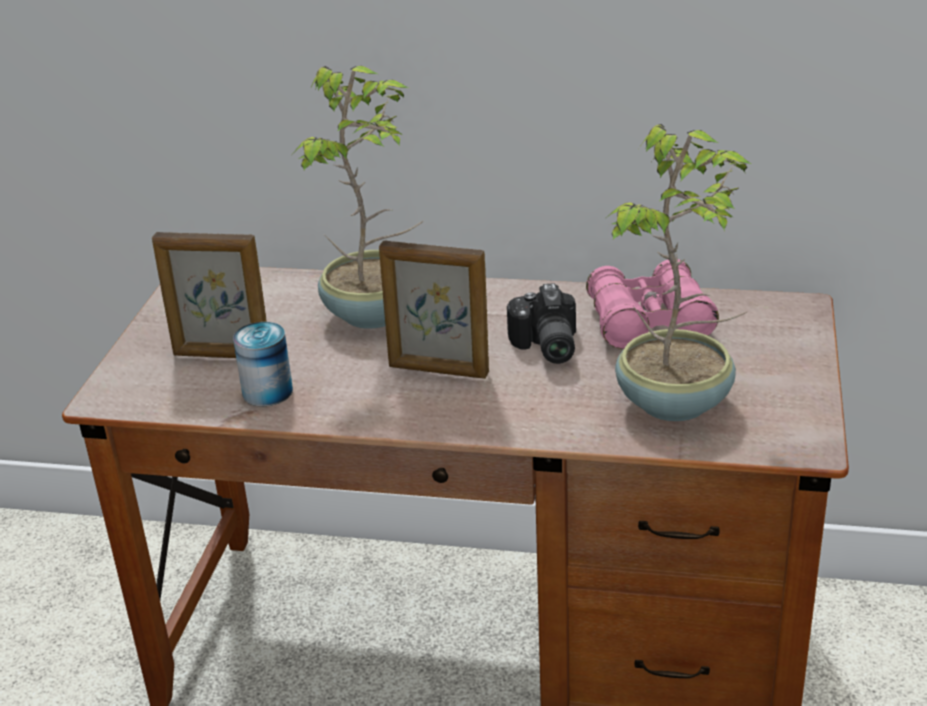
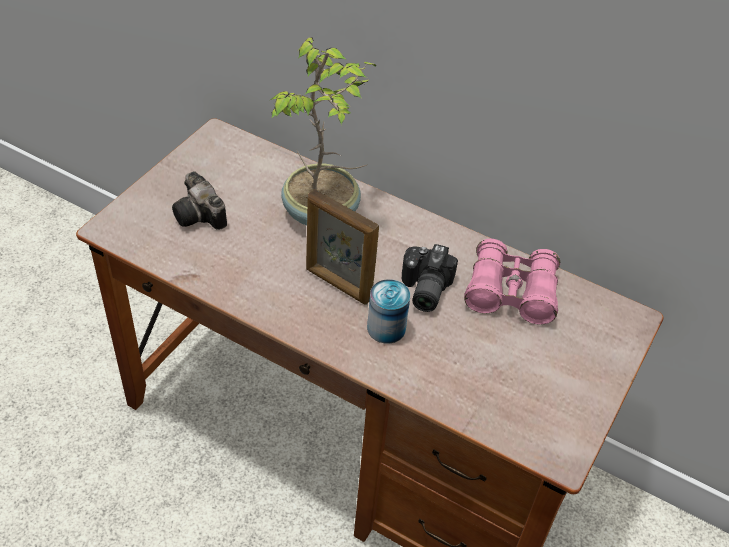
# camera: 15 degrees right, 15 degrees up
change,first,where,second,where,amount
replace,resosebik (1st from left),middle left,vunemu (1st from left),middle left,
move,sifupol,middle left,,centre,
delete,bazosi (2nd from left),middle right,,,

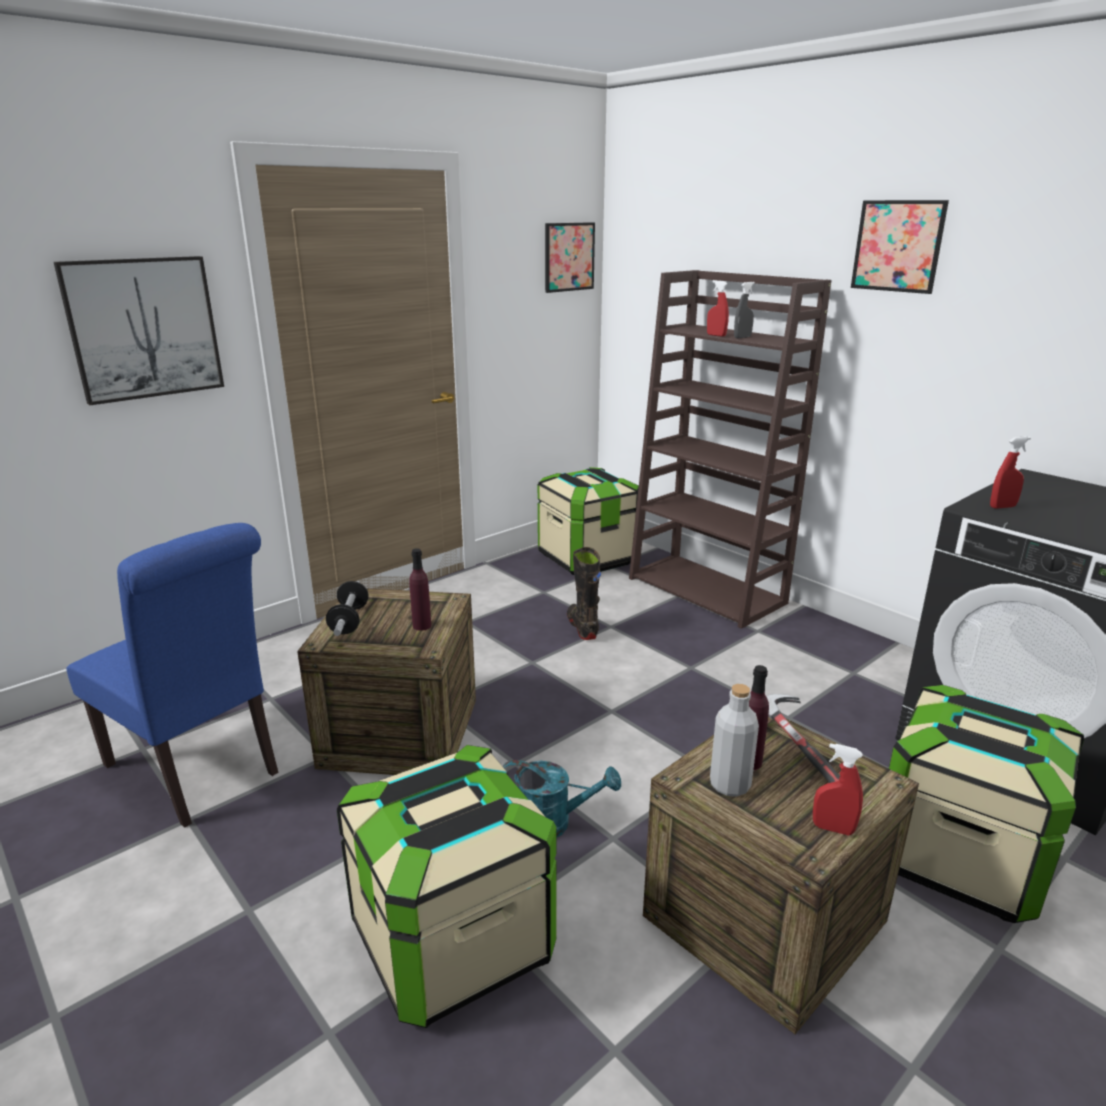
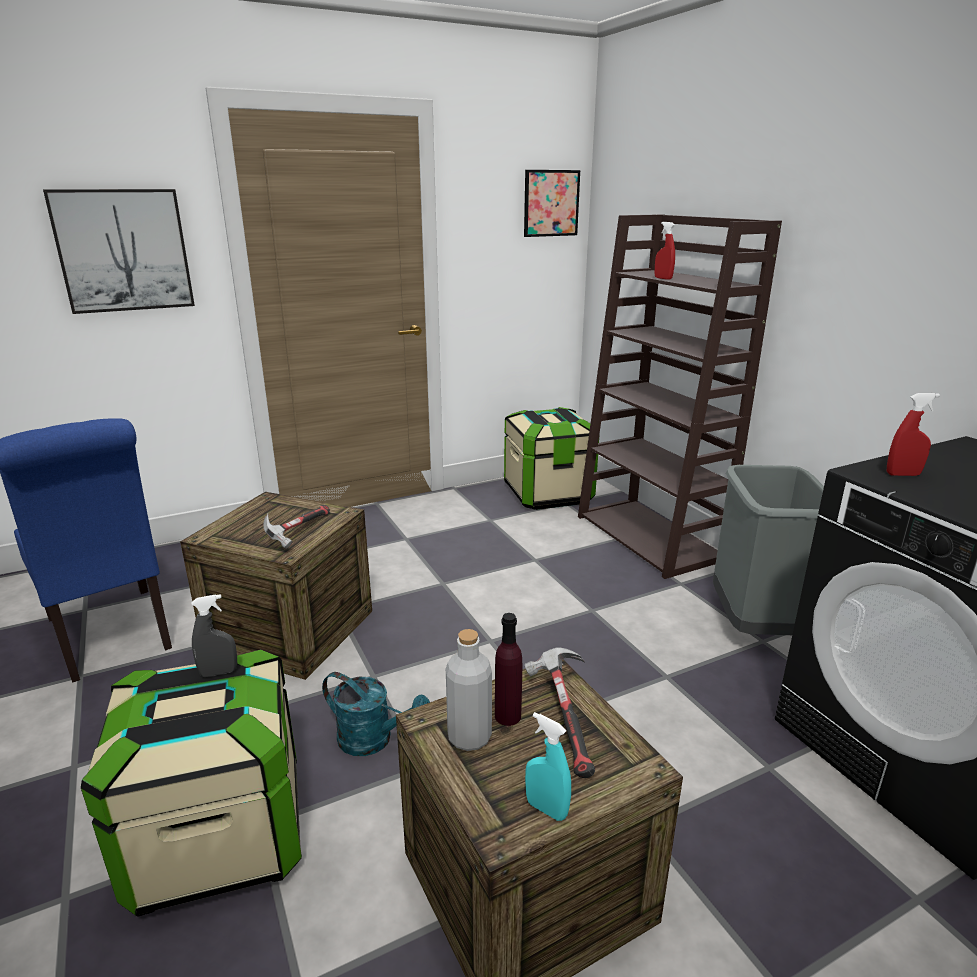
# camera: 15 degrees right, 0 degrees up
change,first,where,second,where,amount
move,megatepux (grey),top right,,middle left,
replace,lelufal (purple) (1st from left),centre,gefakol (1st from left),middle left,
recolor,megatepux (red) (2nd from left),bottom right,megatepux (turquoise),bottom centre,
insert,,,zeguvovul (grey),middle right,
delete,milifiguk,middle left,,,
delete,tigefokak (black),centre,,,
delete,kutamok (3rd from left),top right,,,
delete,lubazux (3rd from left),bottom right,,,

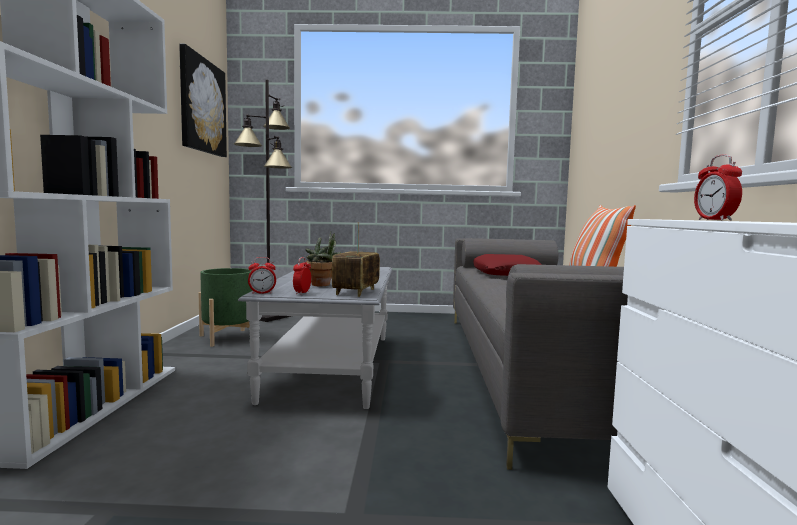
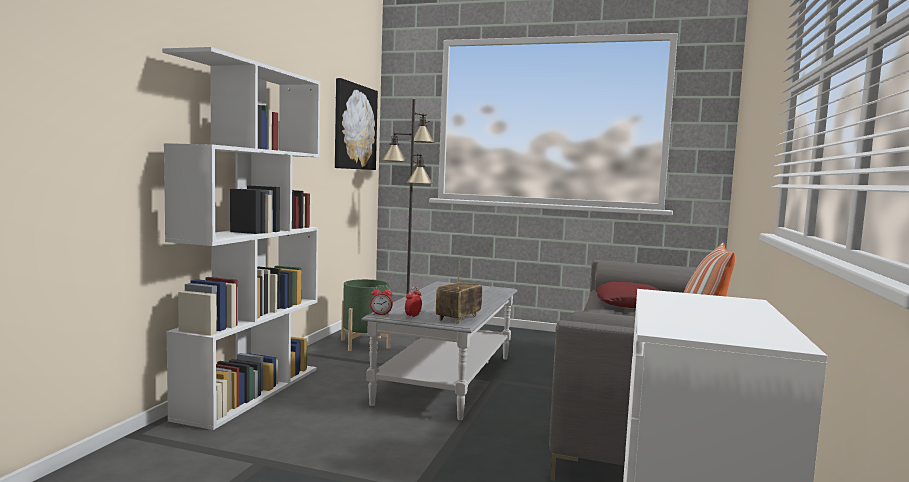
# camera: 15 degrees right, 0 degrees up
change,first,where,second,where,amount
delete,bazosi,centre,,,
delete,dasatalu (3rd from left),middle right,,,

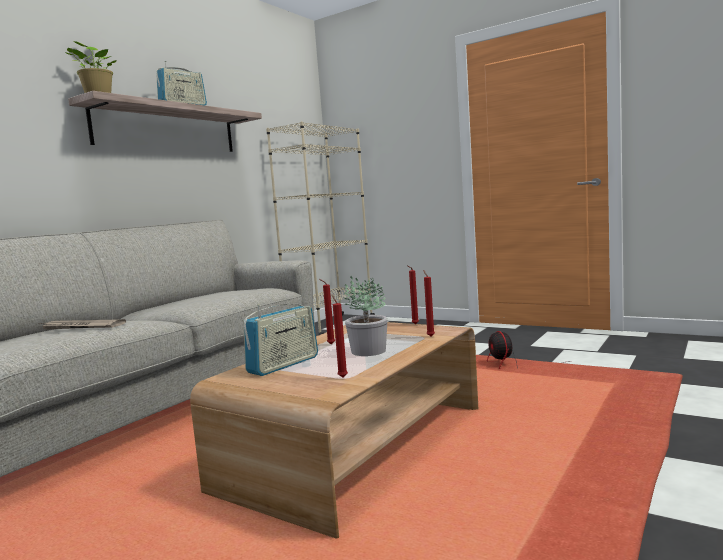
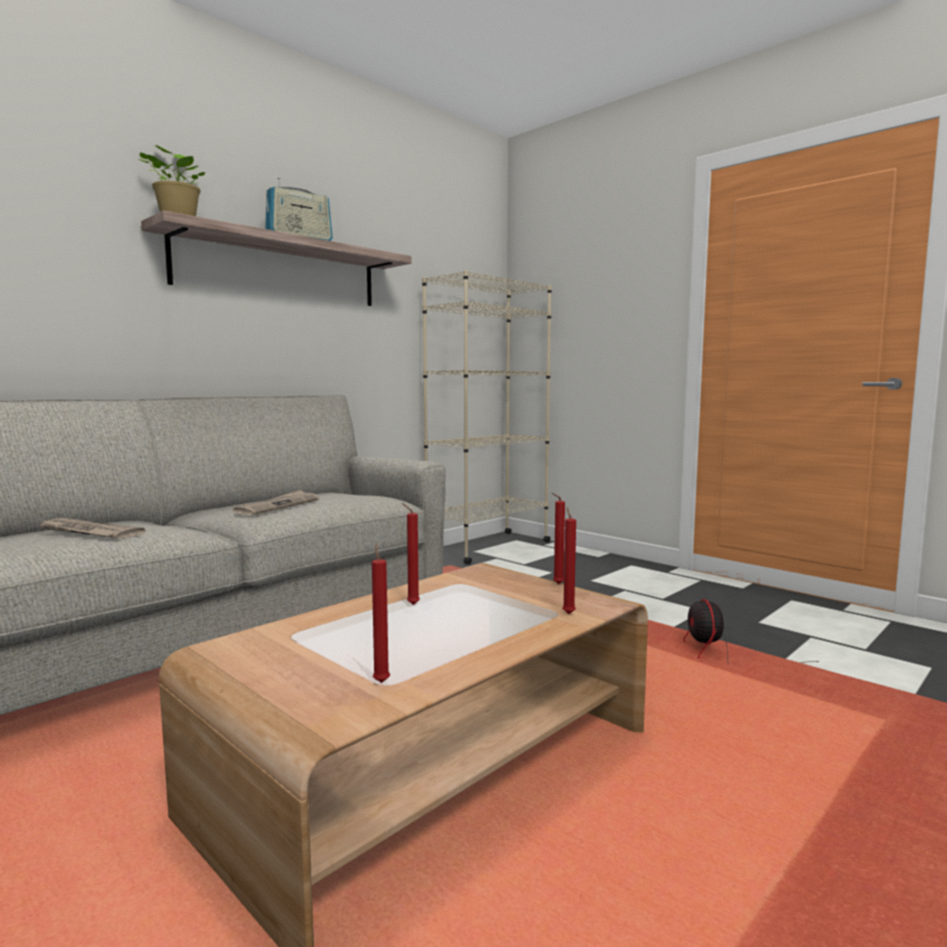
# camera: 10 degrees right, 0 degrees up
change,first,where,second,where,amount
insert,,,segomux (2nd from left),middle left,
delete,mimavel (2nd from left),centre,,,
delete,bazosi (2nd from left),centre,,,

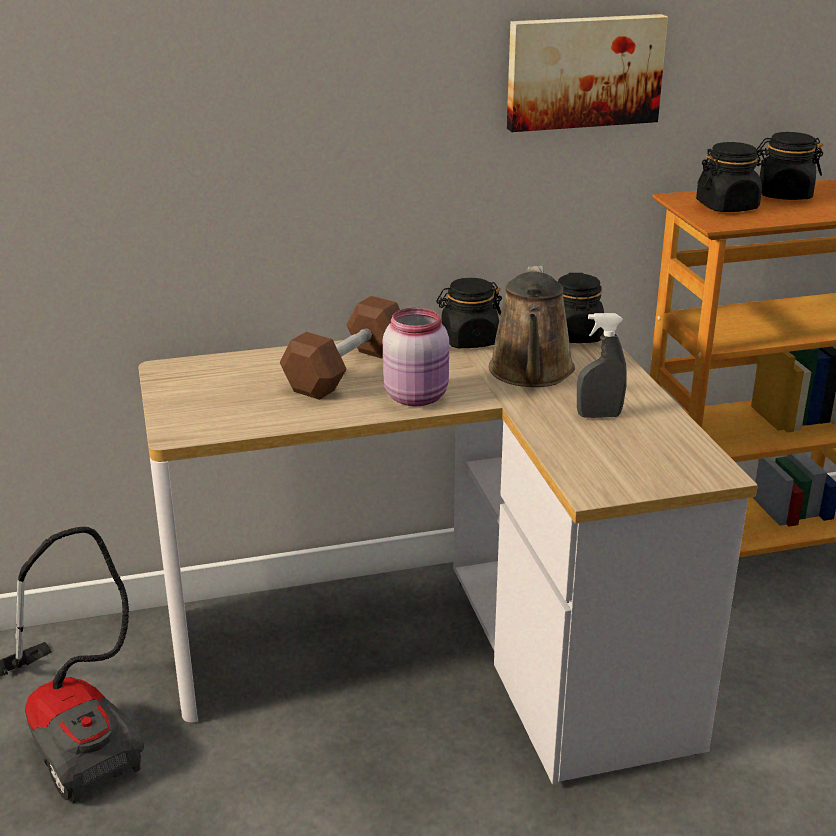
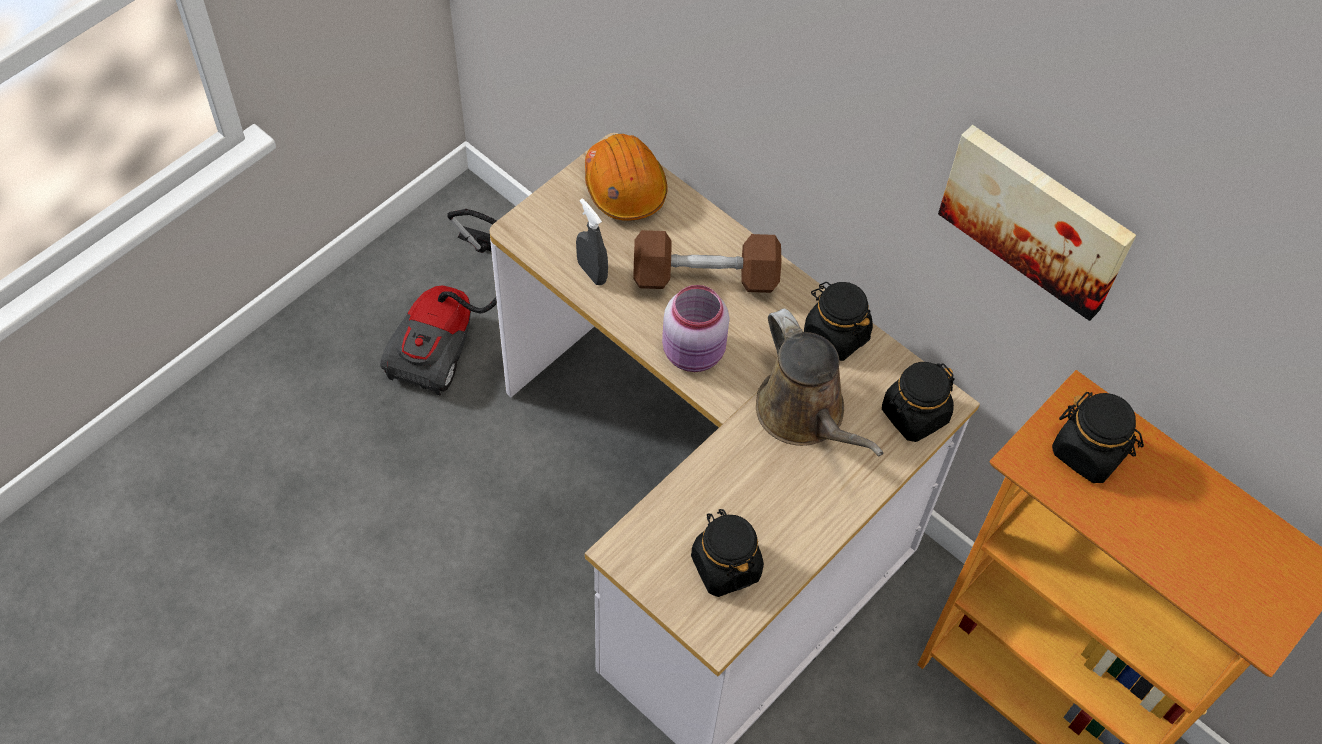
# camera: 55 degrees right, 30 degrees up
change,first,where,second,where,amount
move,megatepux (grey),middle right,,top centre,
insert,,,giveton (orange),top centre,
move,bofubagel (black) (4th from left in the first image),top right,bofubagel (black) (1st from left),bottom centre,
rotate,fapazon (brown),centre,,centre,90 degrees counterclockwise

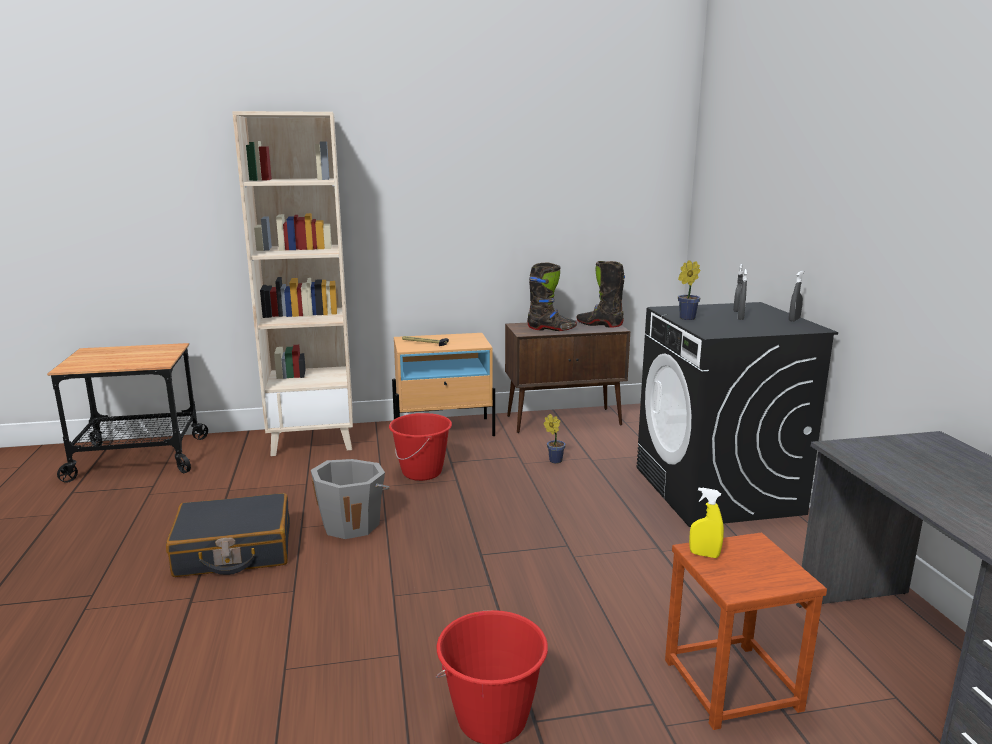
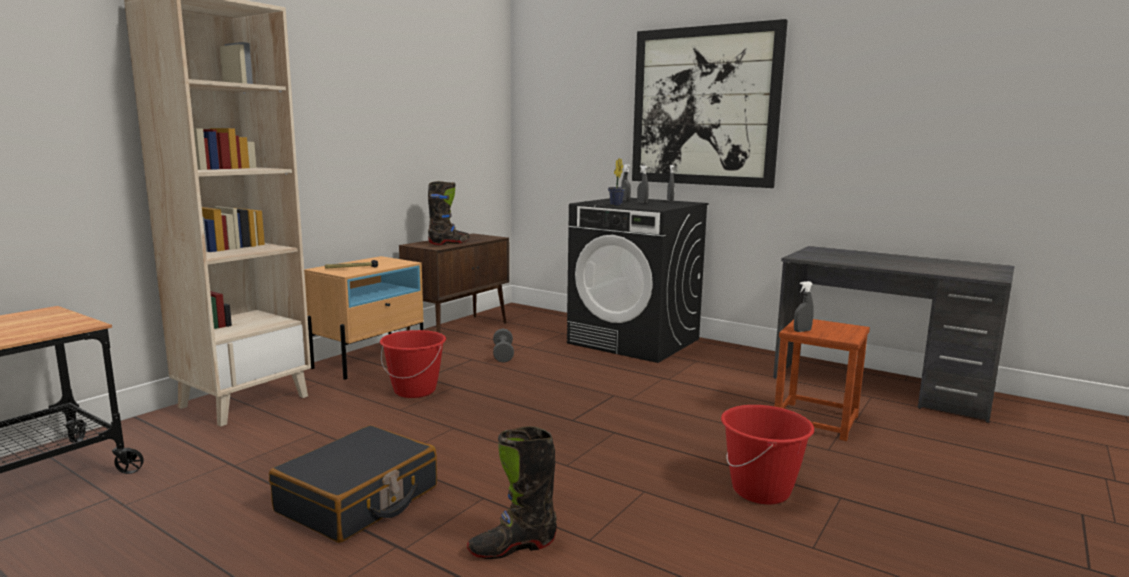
# camera: 45 degrees left, 5 degrees down
change,first,where,second,where,amount
move,tigefokak (black) (2nd from left),centre,,bottom centre,
replace,bazosi (1st from left),centre,milifiguk (grey),centre,
insert,,,kutamok,top centre,
recolor,megatepux (yellow),bottom right,megatepux (grey) (4th from left),middle right,
delete,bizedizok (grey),bottom centre,,,

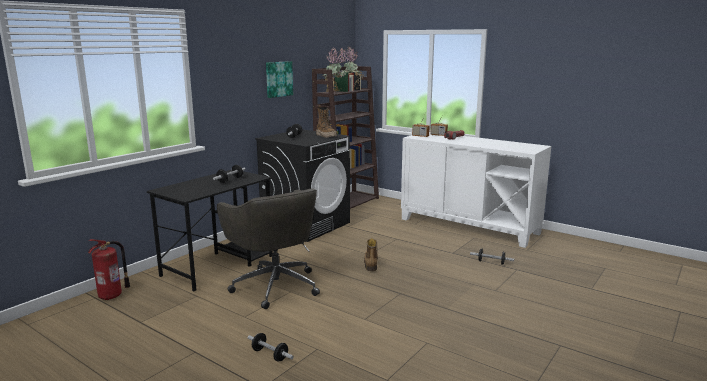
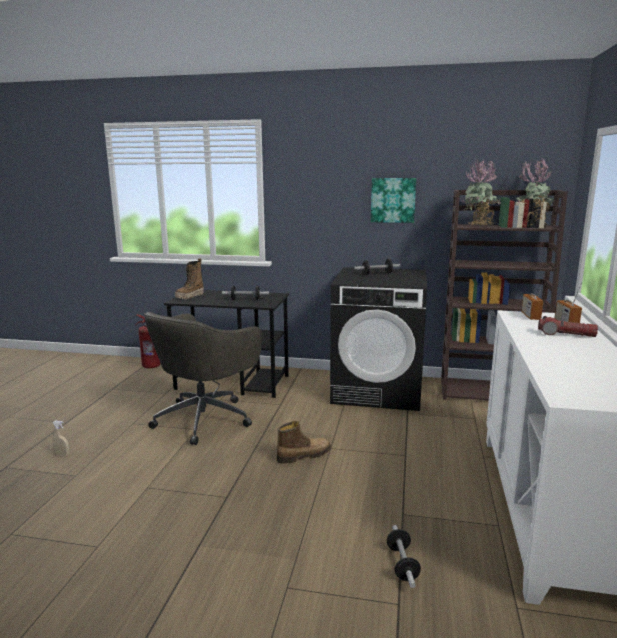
# camera: 65 degrees right, 0 degrees up
change,first,where,second,where,amount
replace,milifiguk (2nd from left),bottom centre,megatepux (beige),bottom left,
move,tigefokak (1st from left),top centre,,middle left,

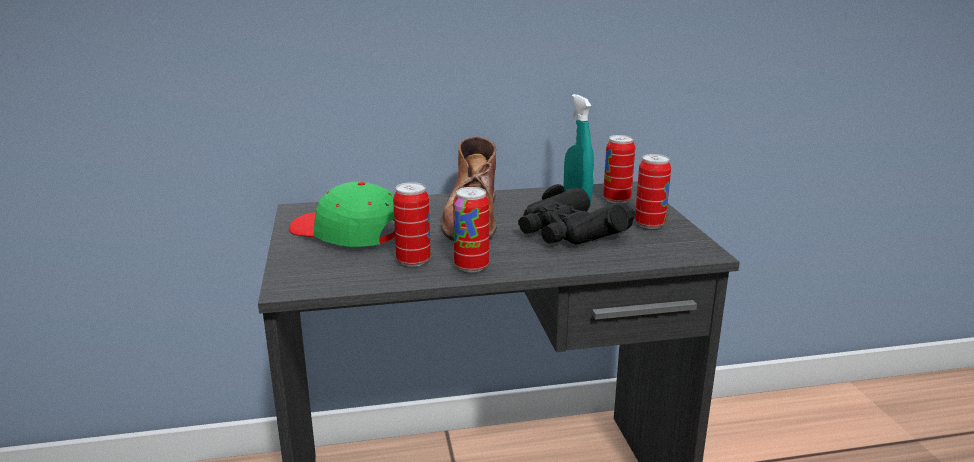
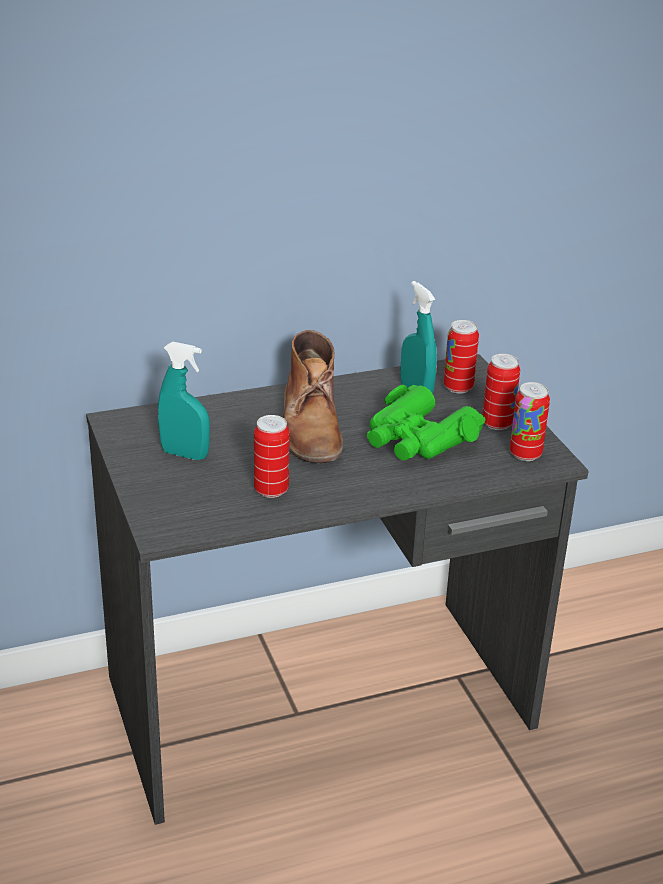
# camera: 10 degrees left, 10 degrees up
change,first,where,second,where,amount
replace,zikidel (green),centre,megatepux (turquoise) (1st from left),middle left,
recolor,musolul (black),centre,musolul (green),centre,
move,sifupol (2nd from left in the first image),centre,sifupol (4th from left),middle right,

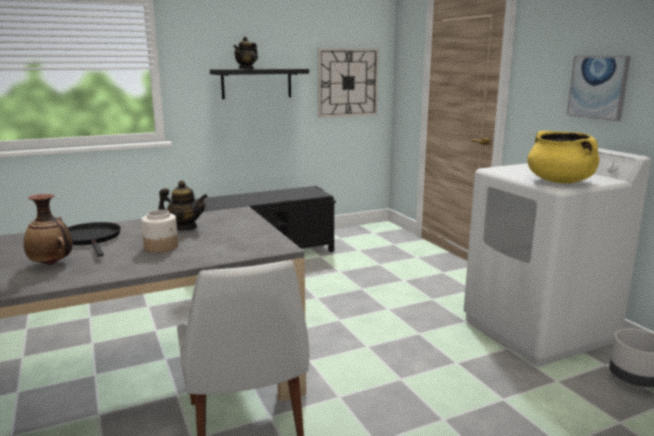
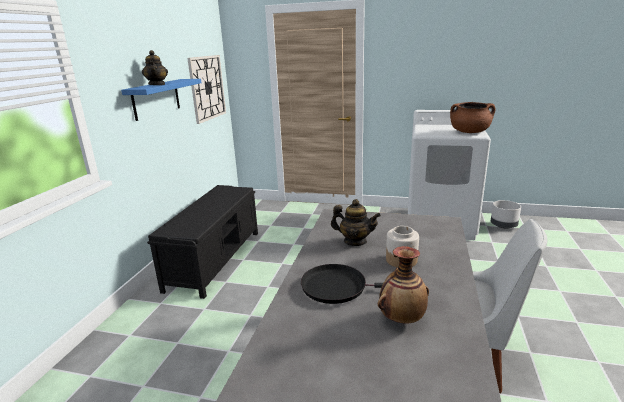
# camera: 50 degrees left, 5 degrees up
change,first,where,second,where,amount
recolor,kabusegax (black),top centre,kabusegax (blue),top left,
rotate,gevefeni (1st from left in the first image),middle left,gevefeni (2nd from left),centre,60 degrees clockwise
recolor,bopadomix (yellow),middle right,bopadomix (brown),top right,
delete,kutamok,top right,,,

